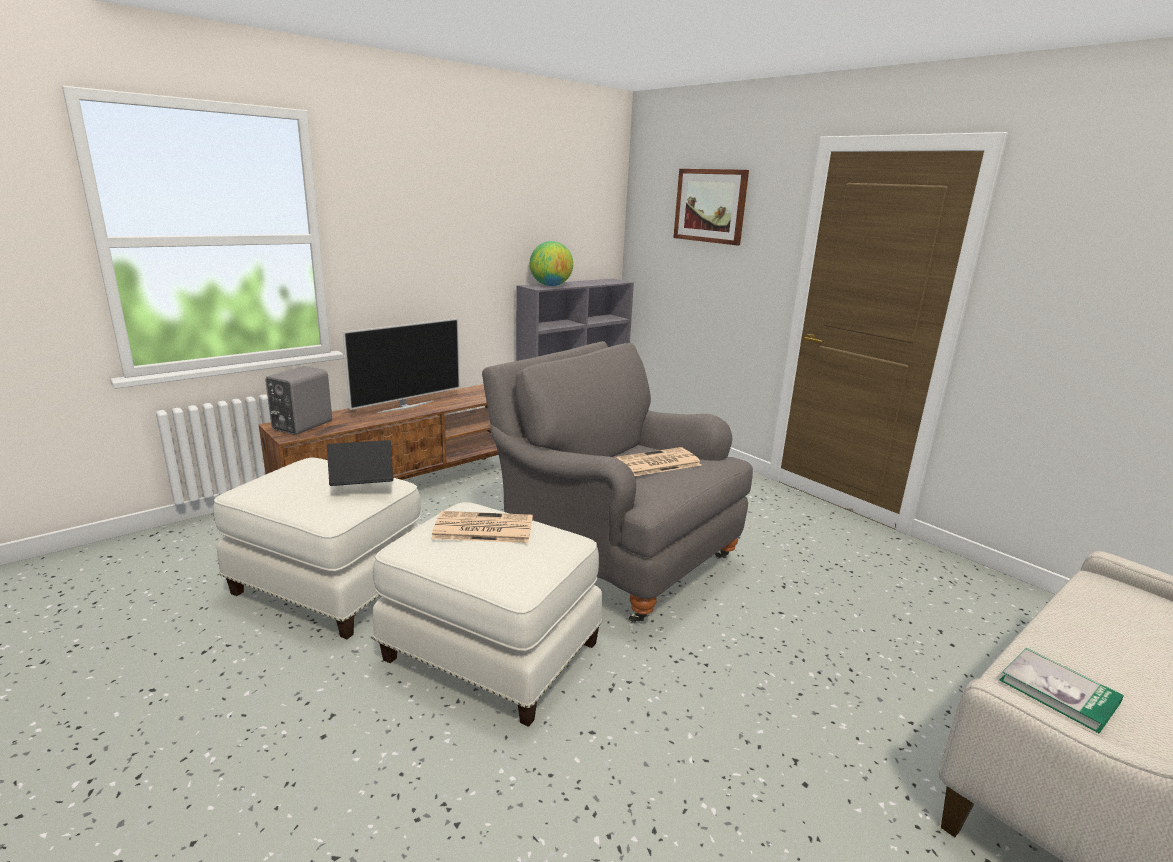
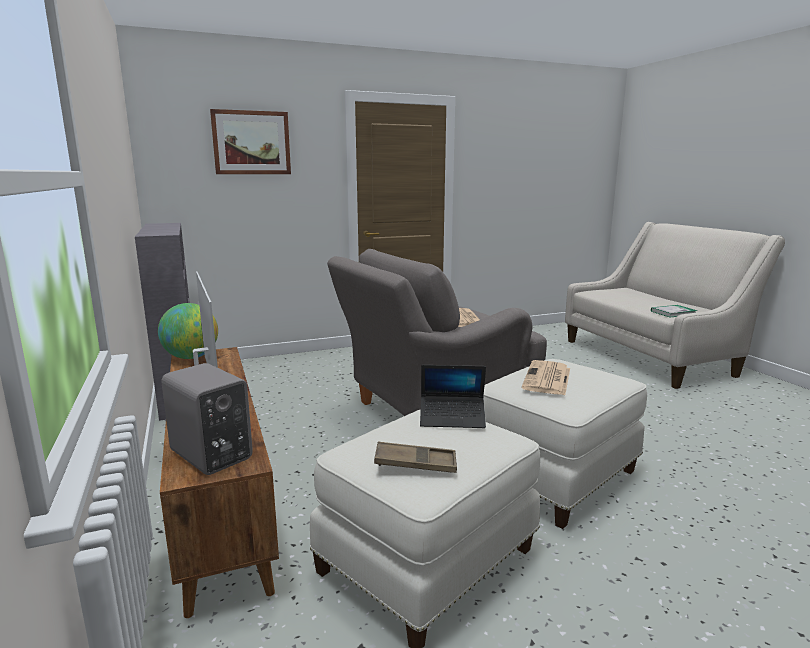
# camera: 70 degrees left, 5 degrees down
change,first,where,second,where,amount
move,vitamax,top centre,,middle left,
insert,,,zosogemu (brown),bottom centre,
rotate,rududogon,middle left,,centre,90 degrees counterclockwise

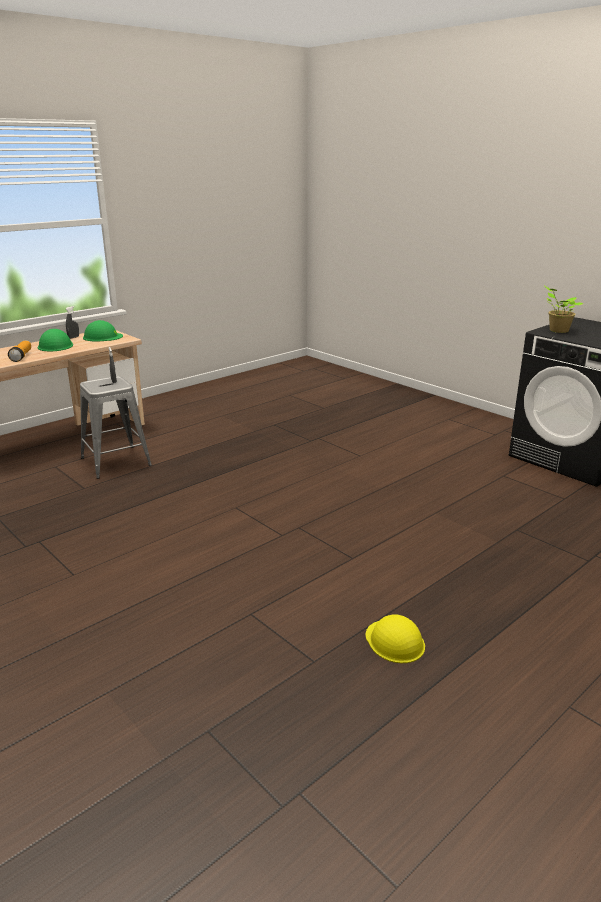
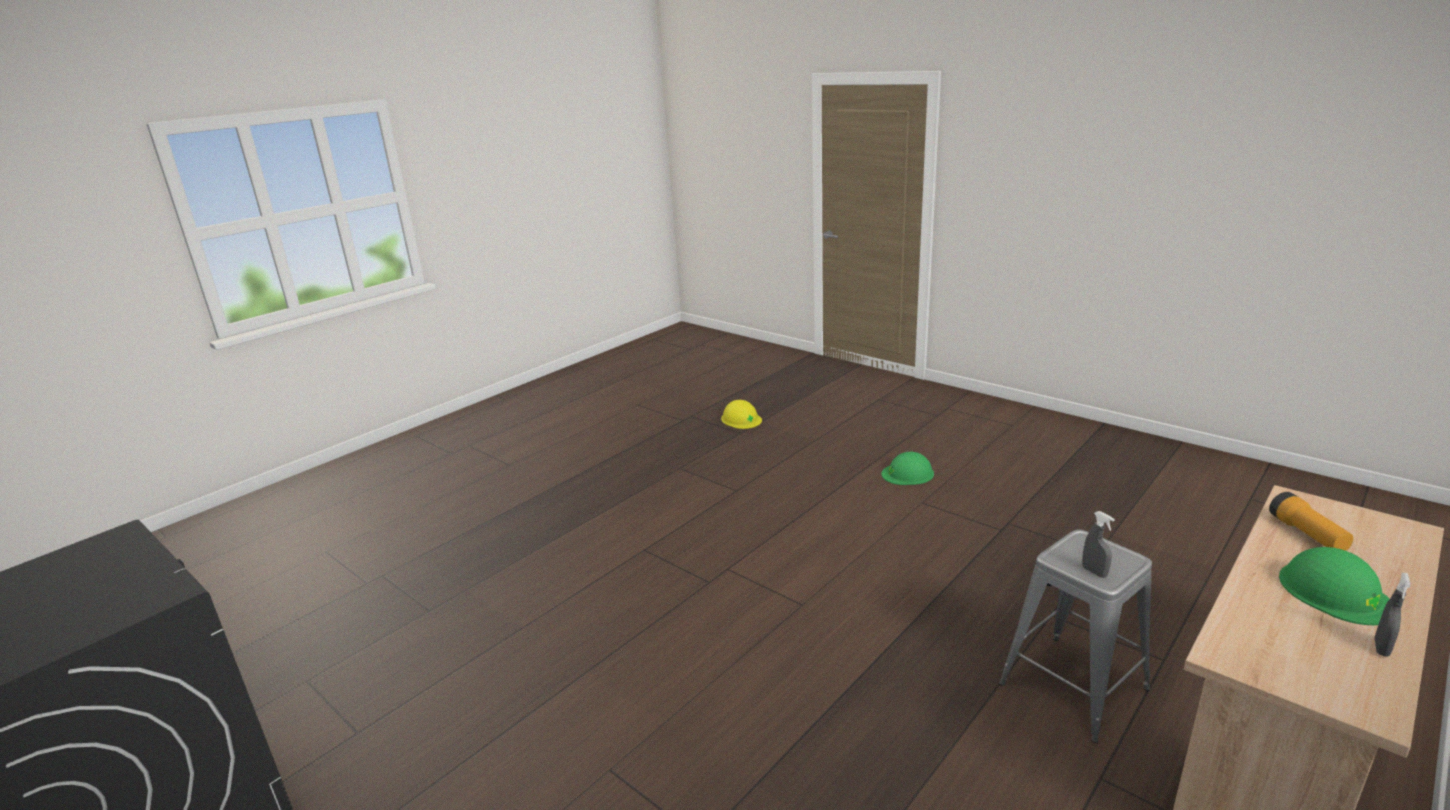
# camera: 175 degrees right, 0 degrees up
change,first,where,second,where,amount
move,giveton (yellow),bottom centre,,centre,
move,giveton (green) (2nd from left in the first image),middle left,giveton (green) (1st from left),centre,
delete,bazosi,middle right,,,

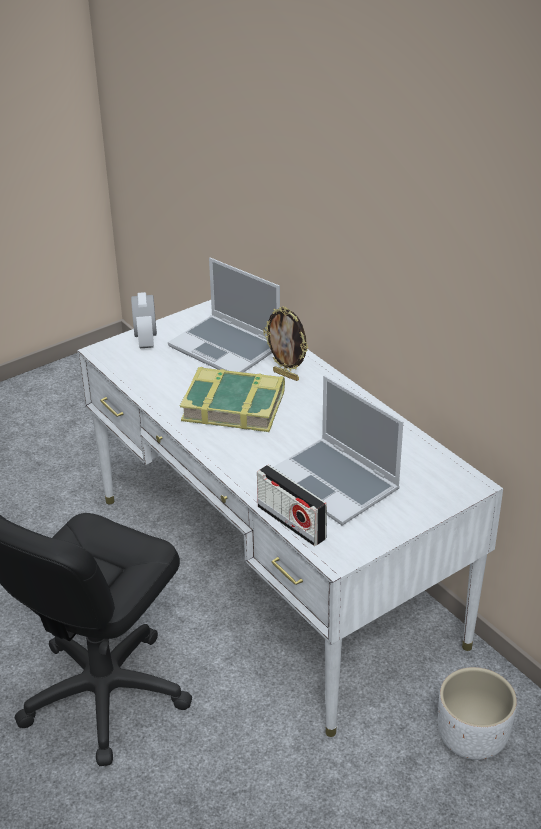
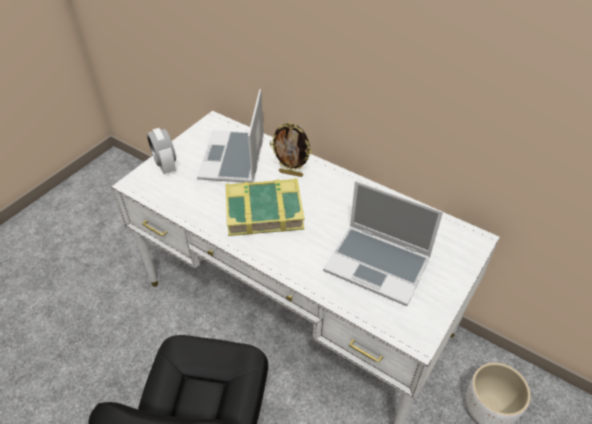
# camera: 20 degrees left, 10 degrees up
change,first,where,second,where,amount
rotate,rududogon (1st from left),centre,,top centre,75 degrees clockwise
delete,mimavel,centre,,,

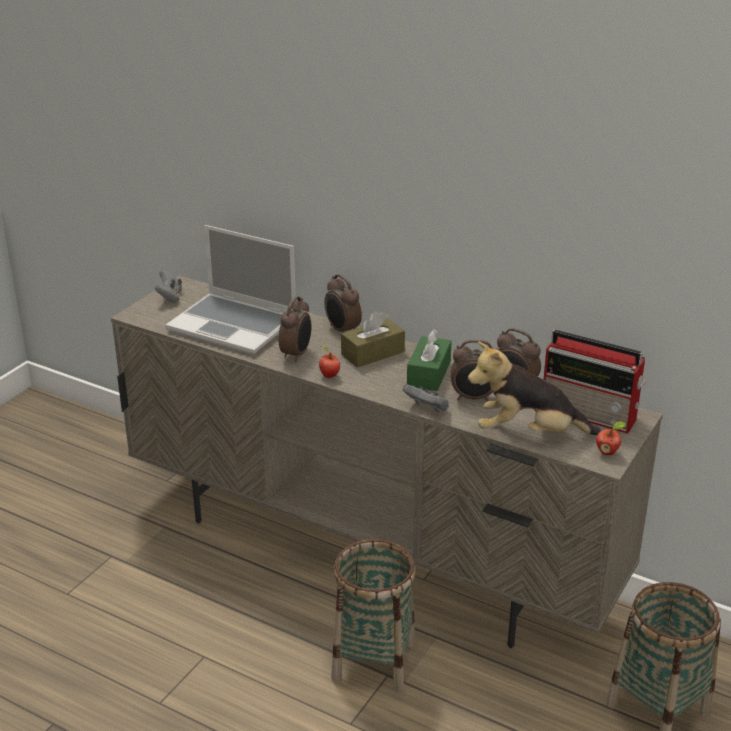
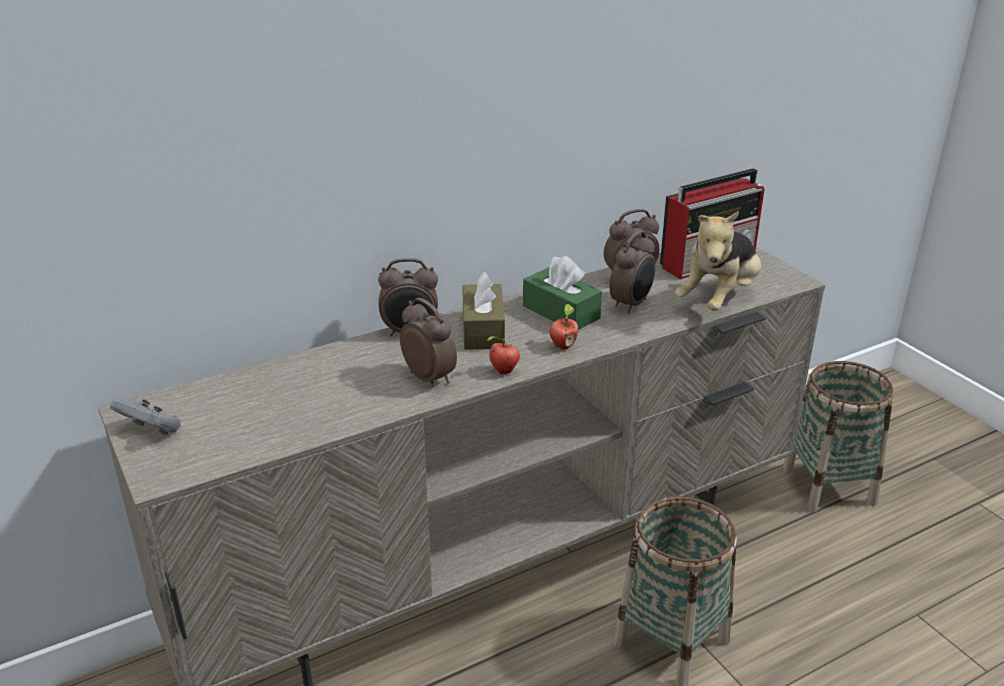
# camera: 60 degrees left, 0 degrees up
change,first,where,second,where,amount
move,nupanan (2nd from left),middle right,,centre,
delete,rududogon,middle left,,,
delete,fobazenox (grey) (2nd from left),centre,,,

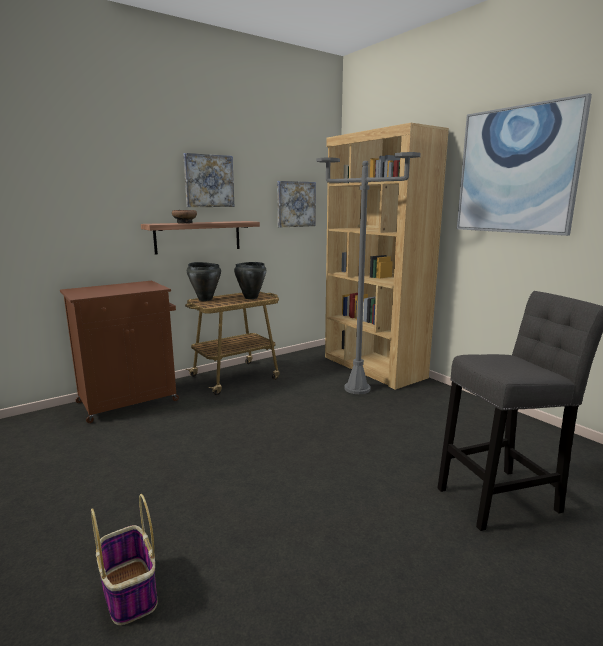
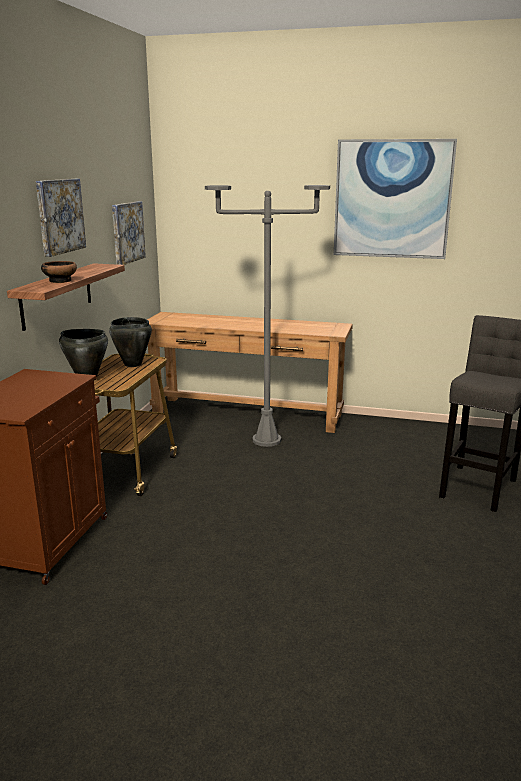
# camera: 40 degrees left, 5 degrees up
change,first,where,second,where,amount
replace,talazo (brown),centre,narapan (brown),centre,
delete,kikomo,bottom left,,,

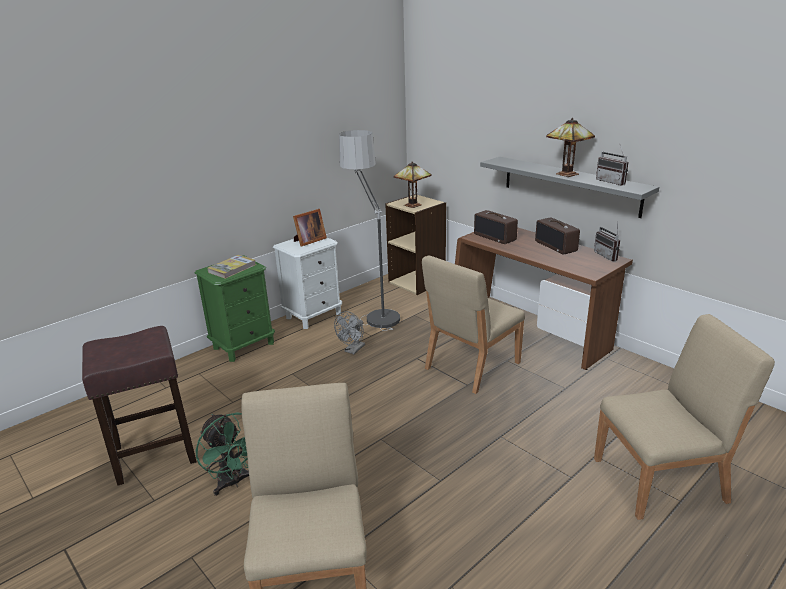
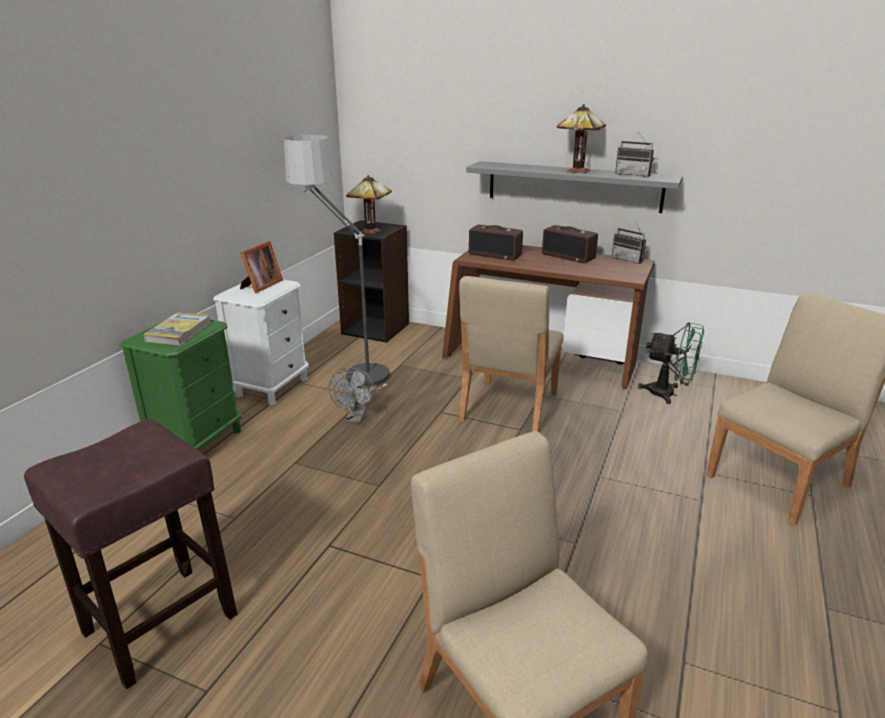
# camera: 25 degrees left, 0 degrees up
change,first,where,second,where,amount
recolor,talazo (beige),centre,talazo (black),centre,
move,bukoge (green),bottom left,,middle right,

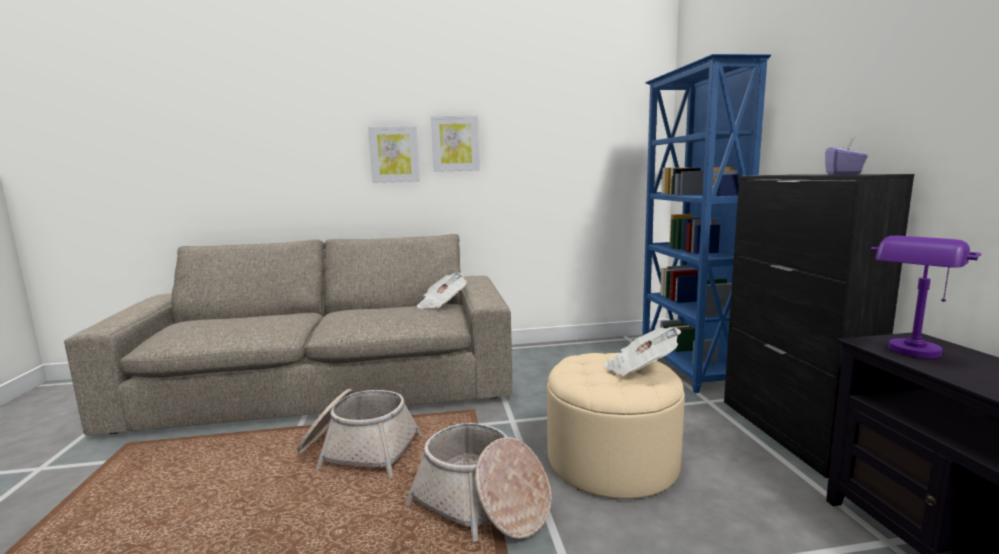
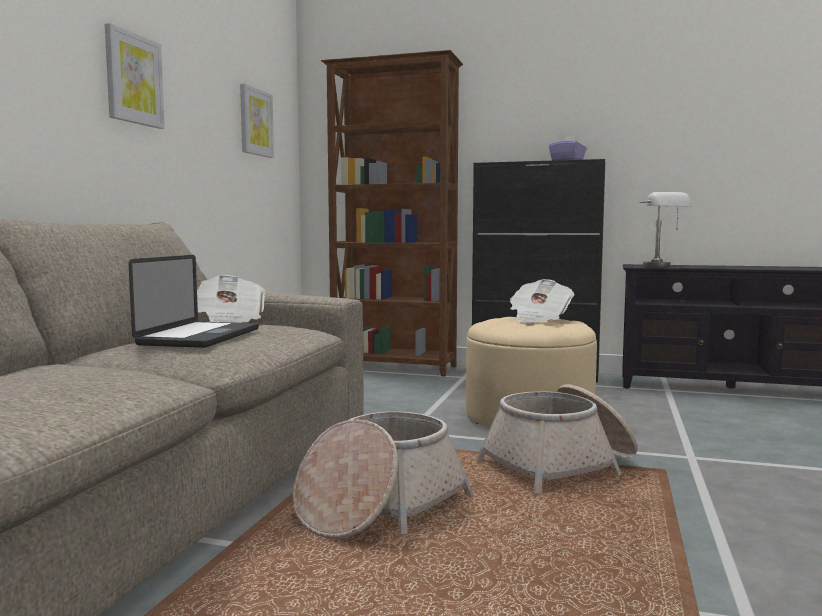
# camera: 65 degrees left, 5 degrees down
change,first,where,second,where,amount
insert,,,rududogon,middle left,
move,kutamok (1st from left in the first image),top centre,kutamok (2nd from left),top left,
recolor,talazo (blue),middle right,talazo (brown),centre,
recolor,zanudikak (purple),middle right,zanudikak (grey),middle right,

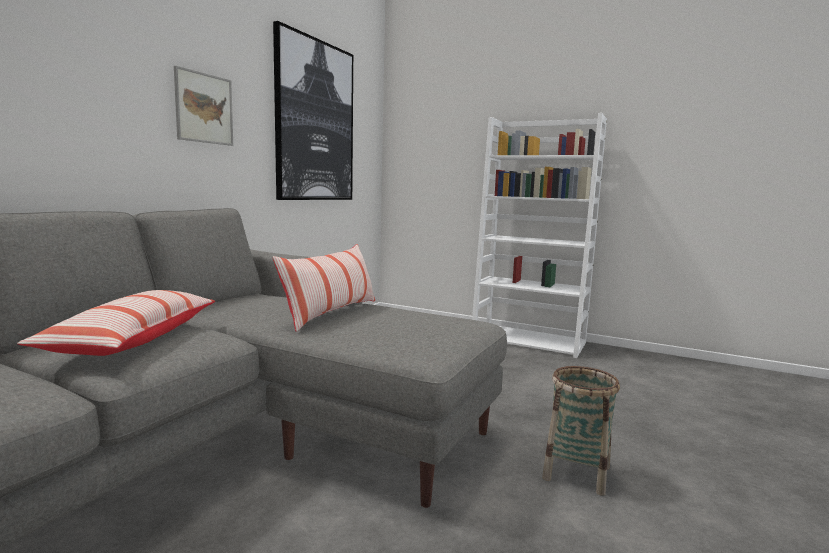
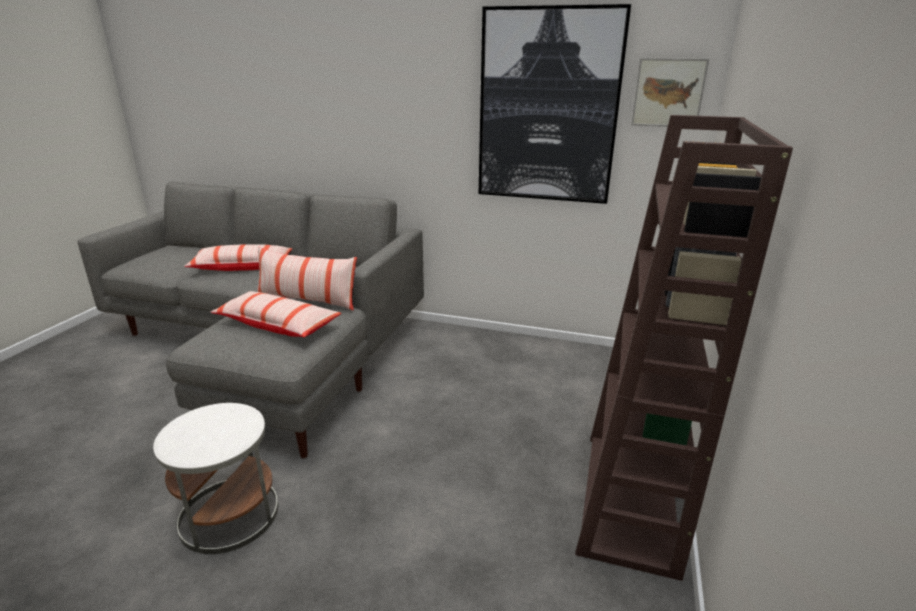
# camera: 80 degrees right, 15 degrees up
change,first,where,second,where,amount
replace,kikomo,bottom right,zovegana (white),bottom left,
insert,,,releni (2nd from left),middle left,
recolor,talazo (white),centre,talazo (brown),middle right,
move,kutamok (1st from left in the first image),top left,kutamok (2nd from left),top right,

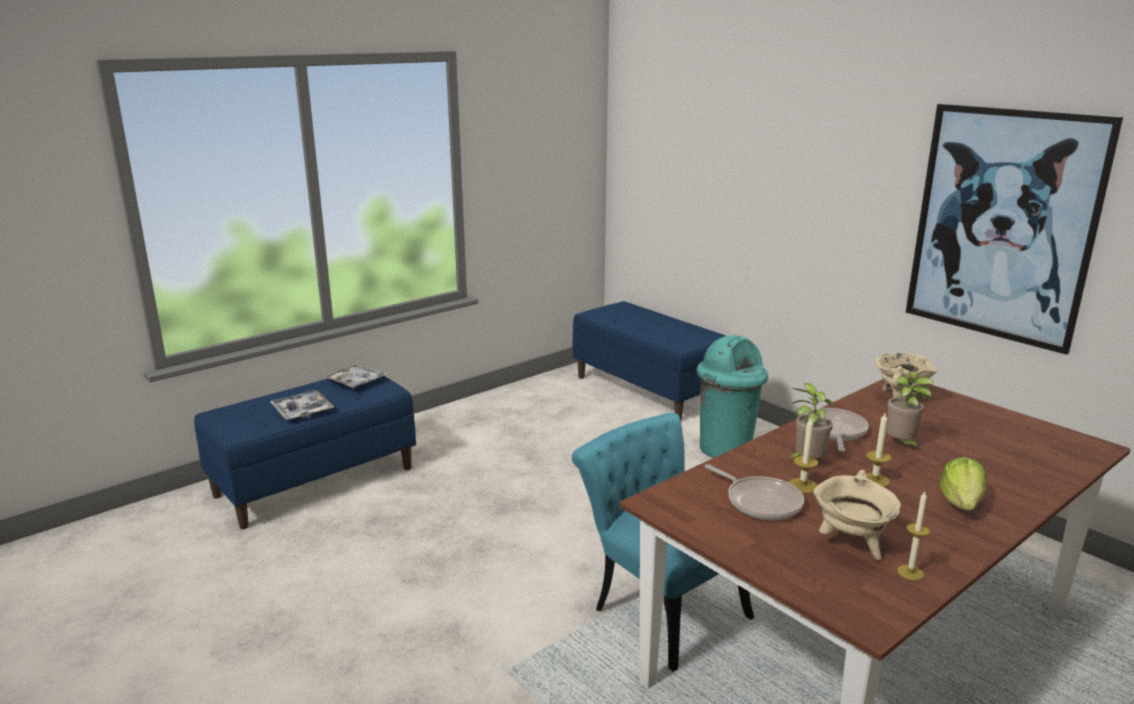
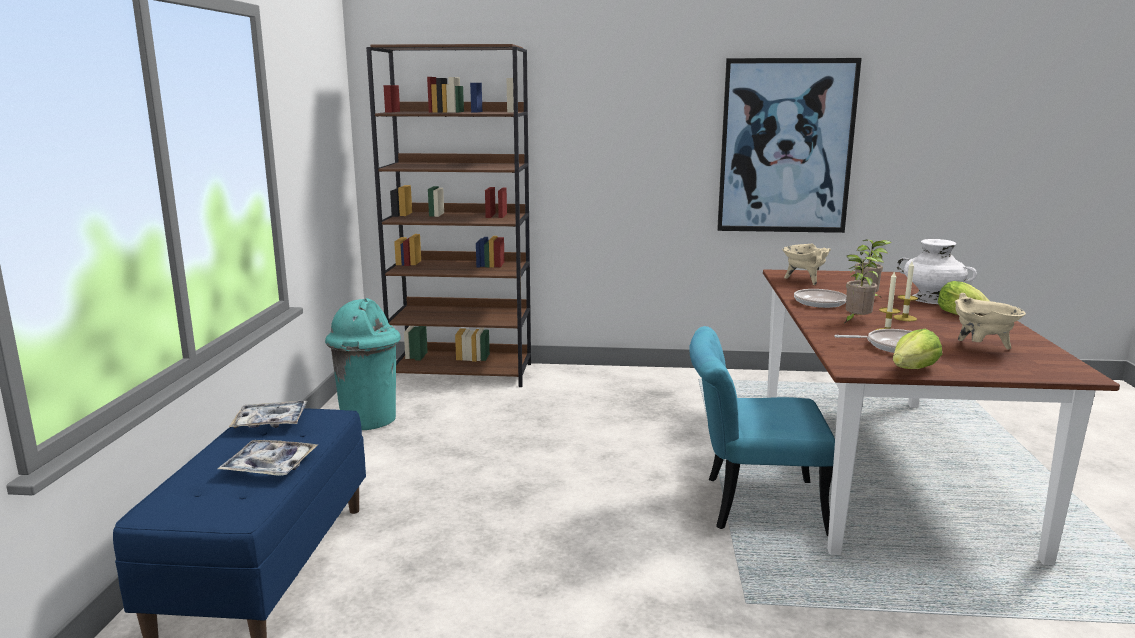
# camera: 45 degrees left, 5 degrees down
change,first,where,second,where,amount
move,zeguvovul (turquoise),centre,,middle left,
replace,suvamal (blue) (2nd from left),centre,talazo (brown),centre,
insert,,,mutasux (1st from left),middle right,
insert,,,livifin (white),middle right,
delete,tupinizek (3rd from left),bottom right,,,

